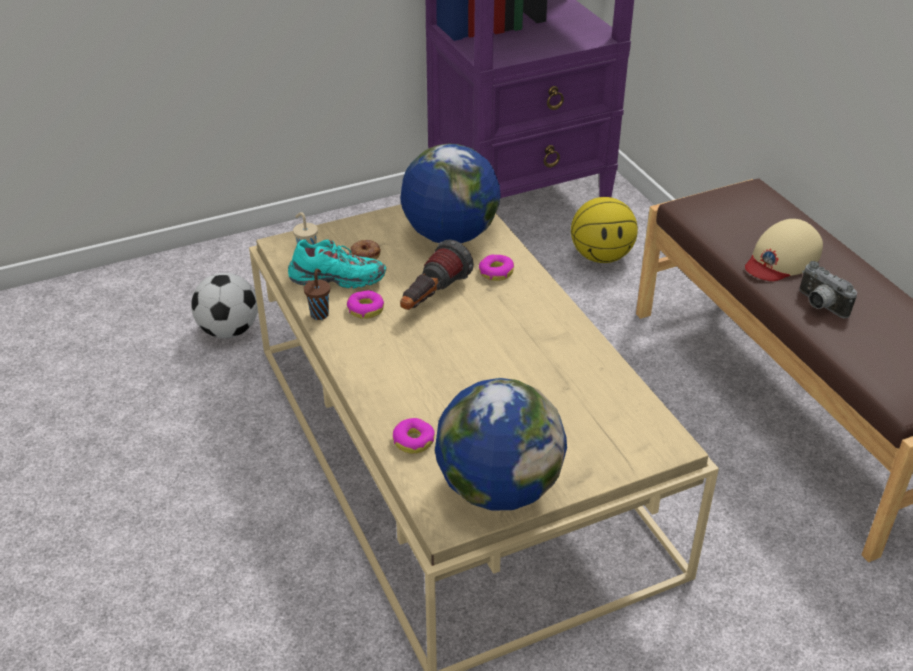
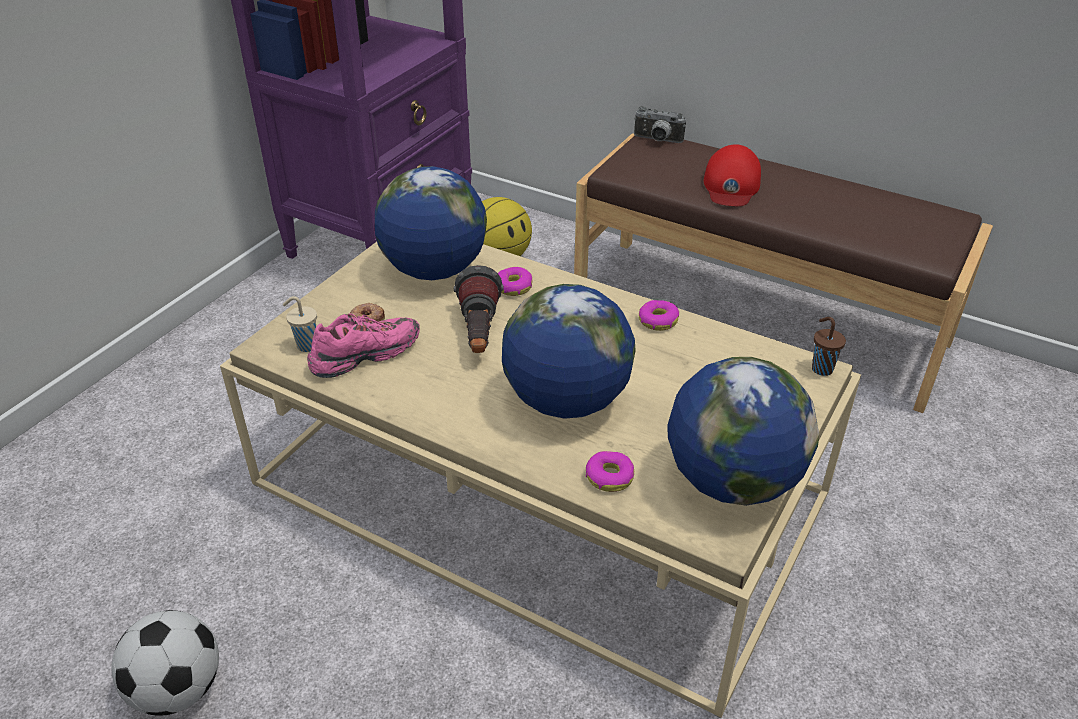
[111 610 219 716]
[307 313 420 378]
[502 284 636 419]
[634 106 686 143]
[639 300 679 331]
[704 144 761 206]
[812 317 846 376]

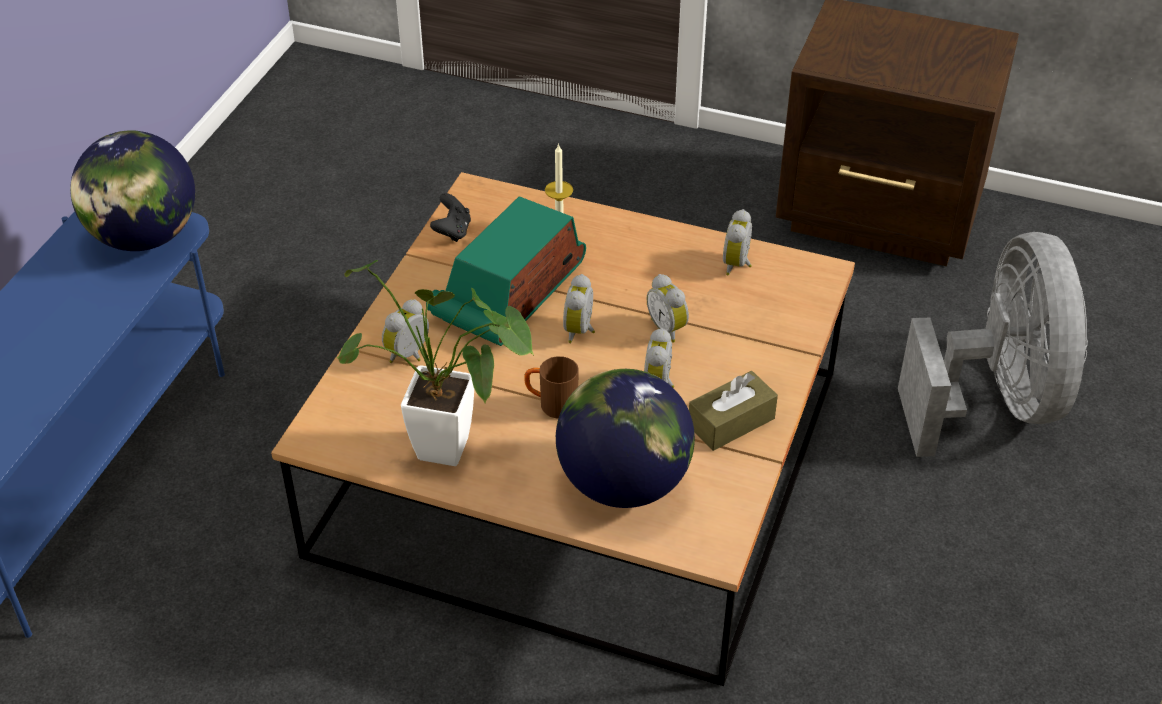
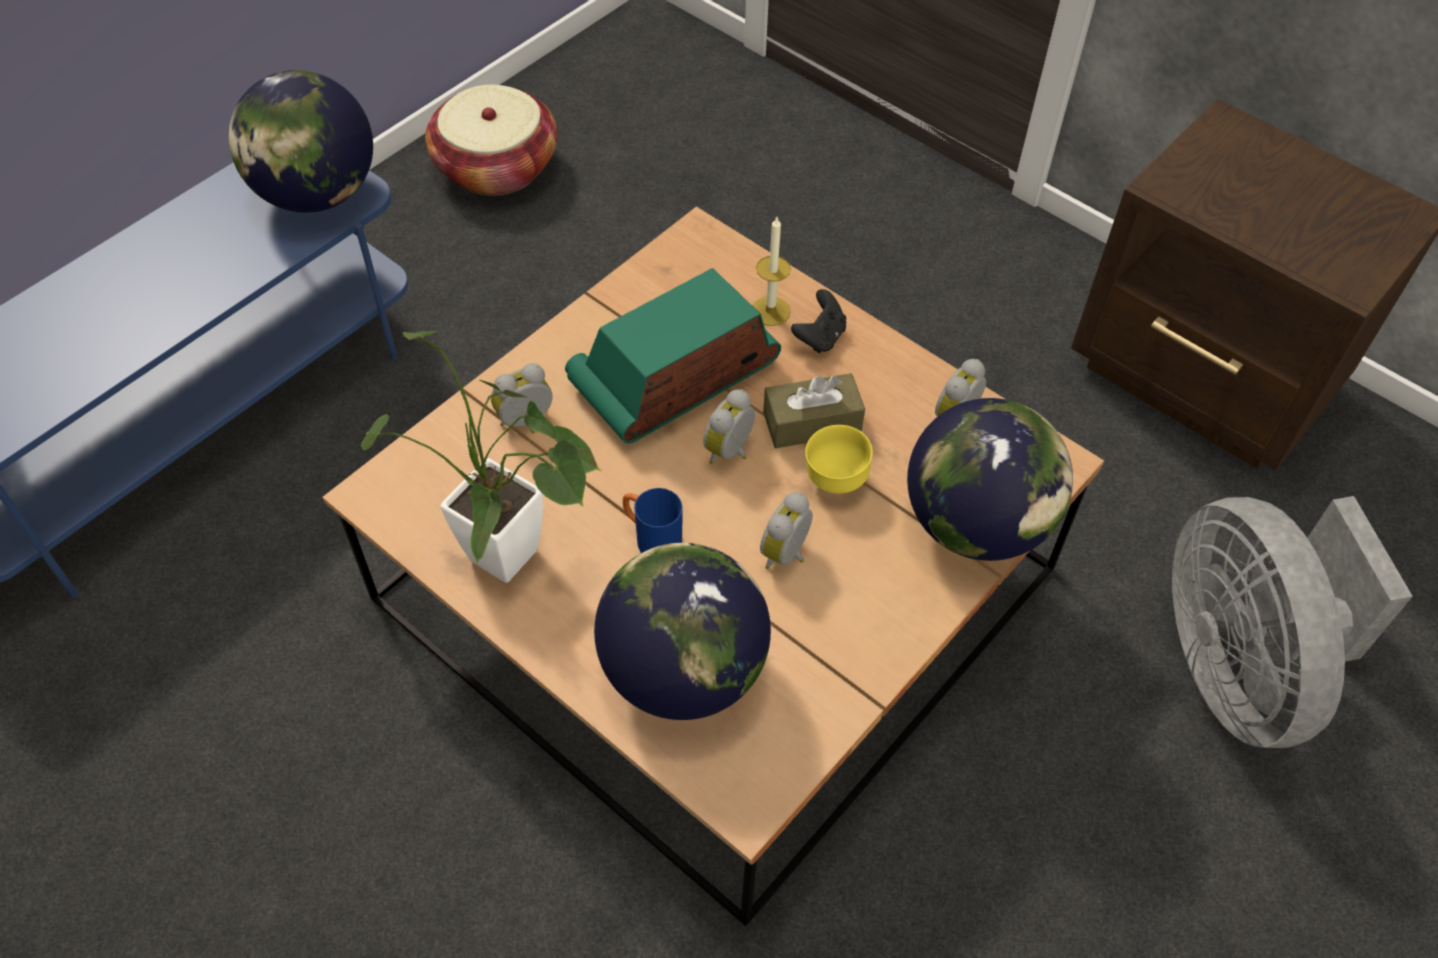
[425 85 558 196]
[623 488 683 553]
[763 373 865 448]
[791 289 846 353]
[805 425 873 494]
[907 398 1073 561]
[1172 496 1413 748]

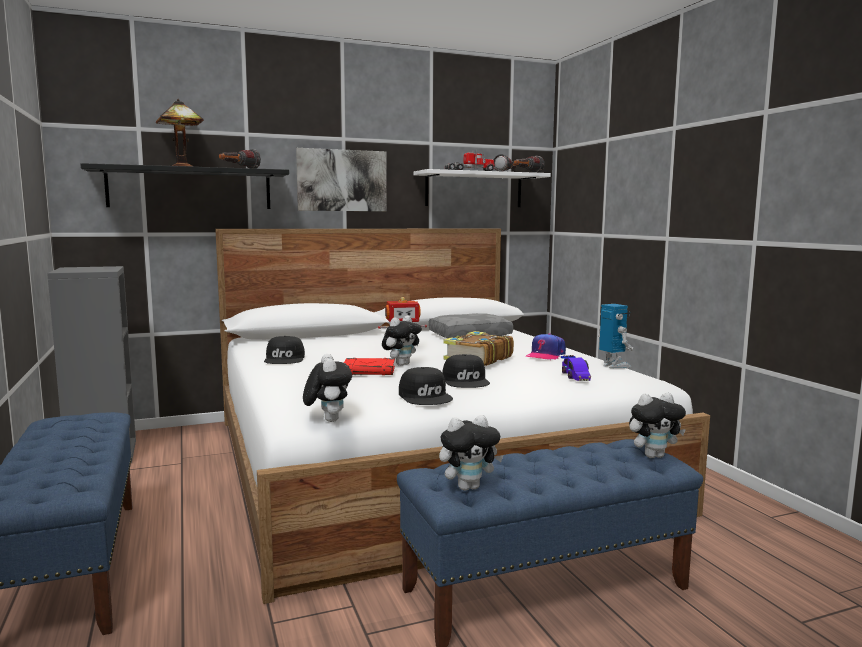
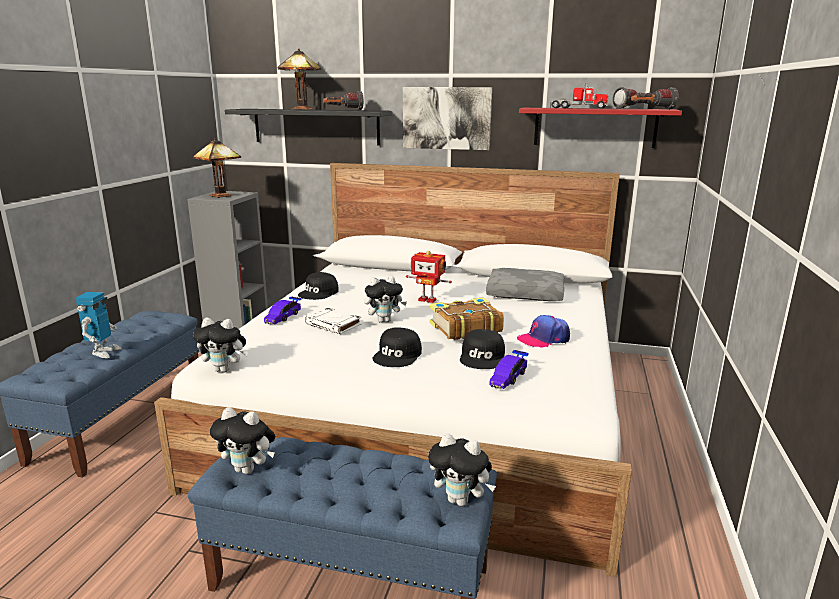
[75 292 122 358]
[193 138 241 198]
[193 318 248 372]
[264 297 302 324]
[305 308 361 334]
[460 329 505 369]
[519 108 682 148]

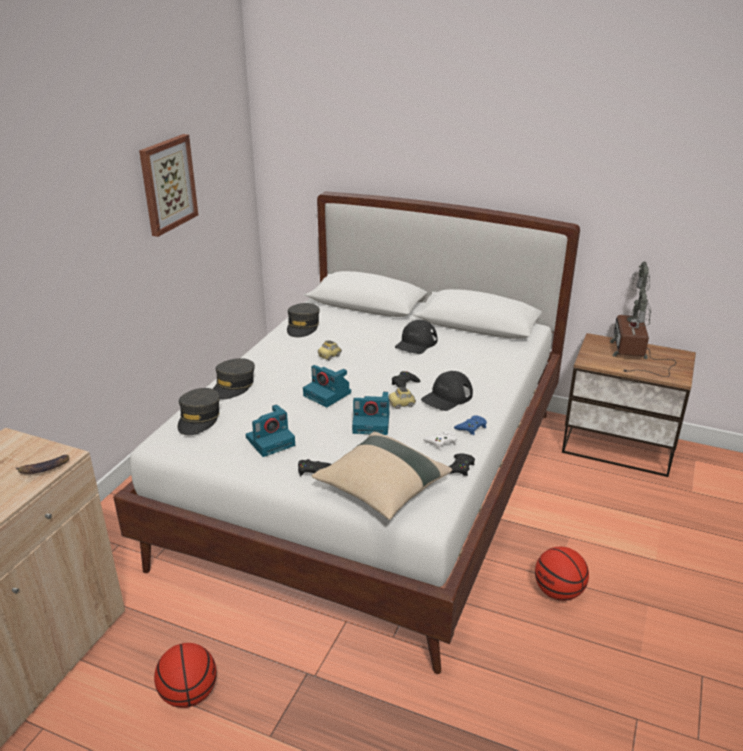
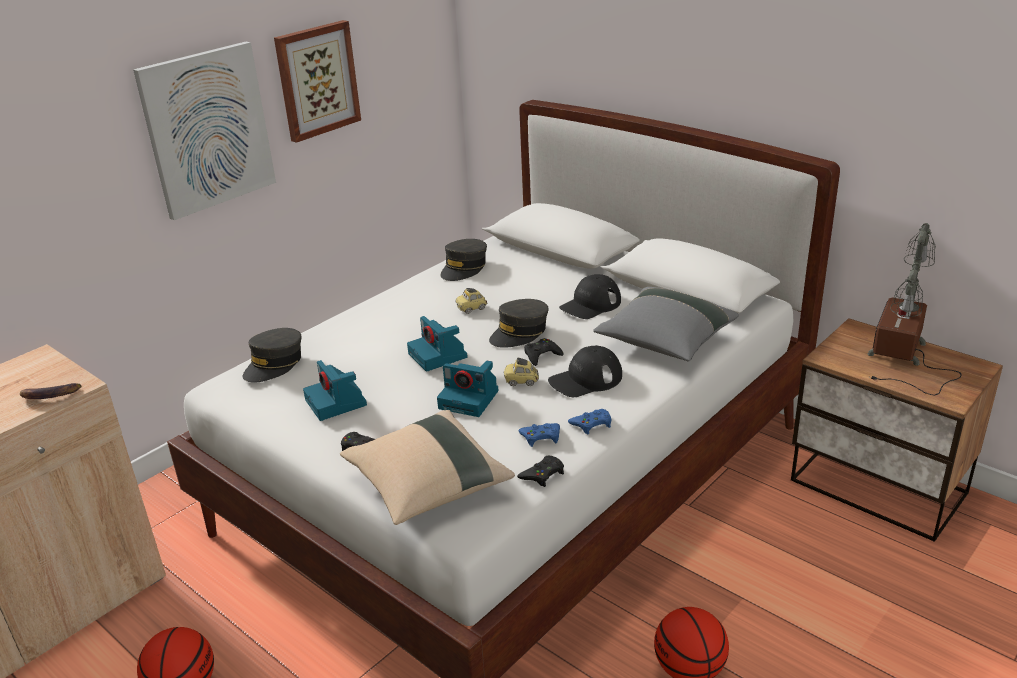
[133 42 276 220]
[303 360 367 421]
[489 299 549 348]
[519 423 560 447]
[593 287 739 362]

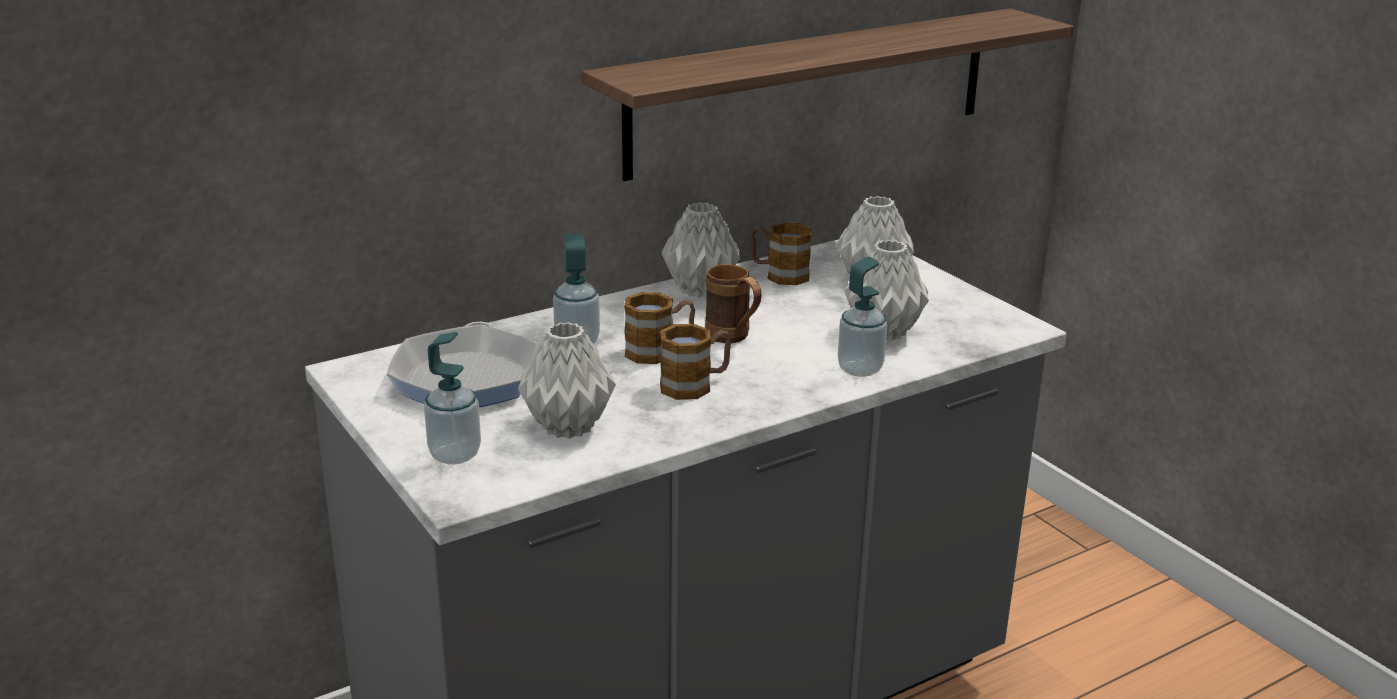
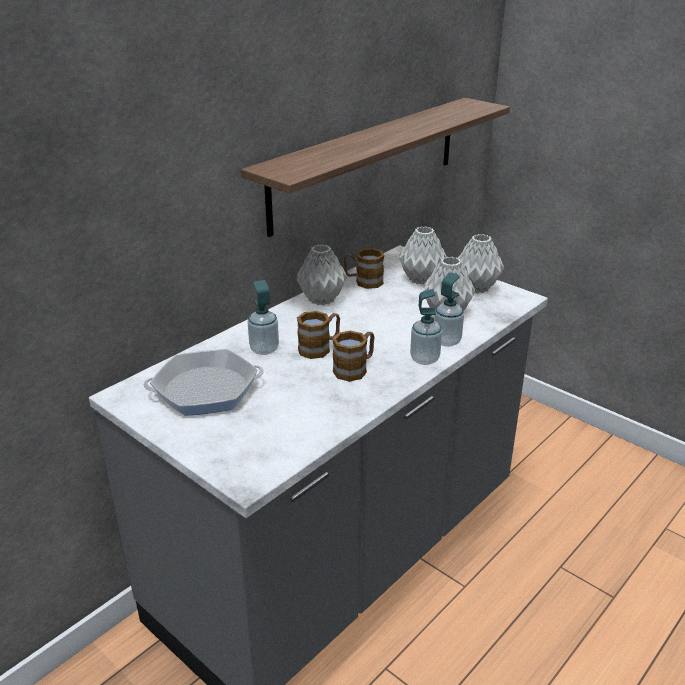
[143 349 264 416]
[410 289 442 365]
[457 234 504 294]
[705 264 762 343] (first image)

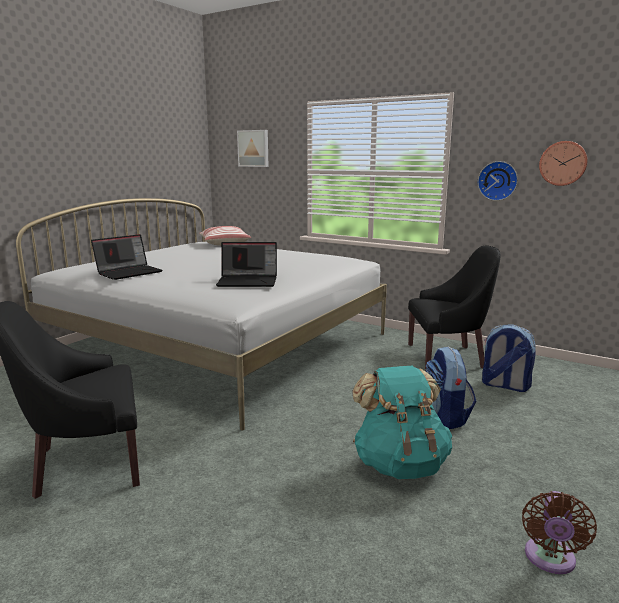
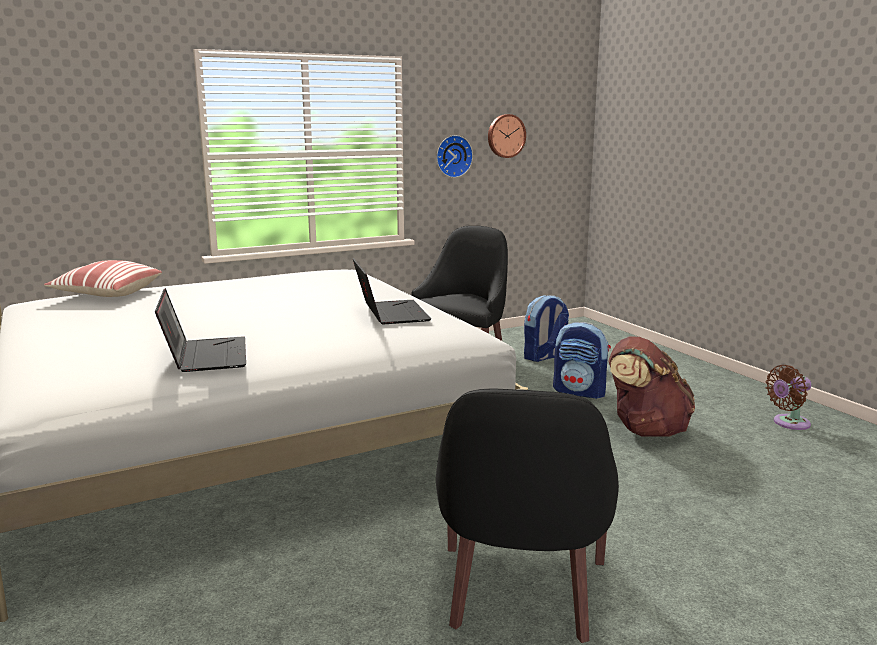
[353 258 431 324]
[608 336 695 436]
[766 365 812 430]
[237 130 269 167] (first image)

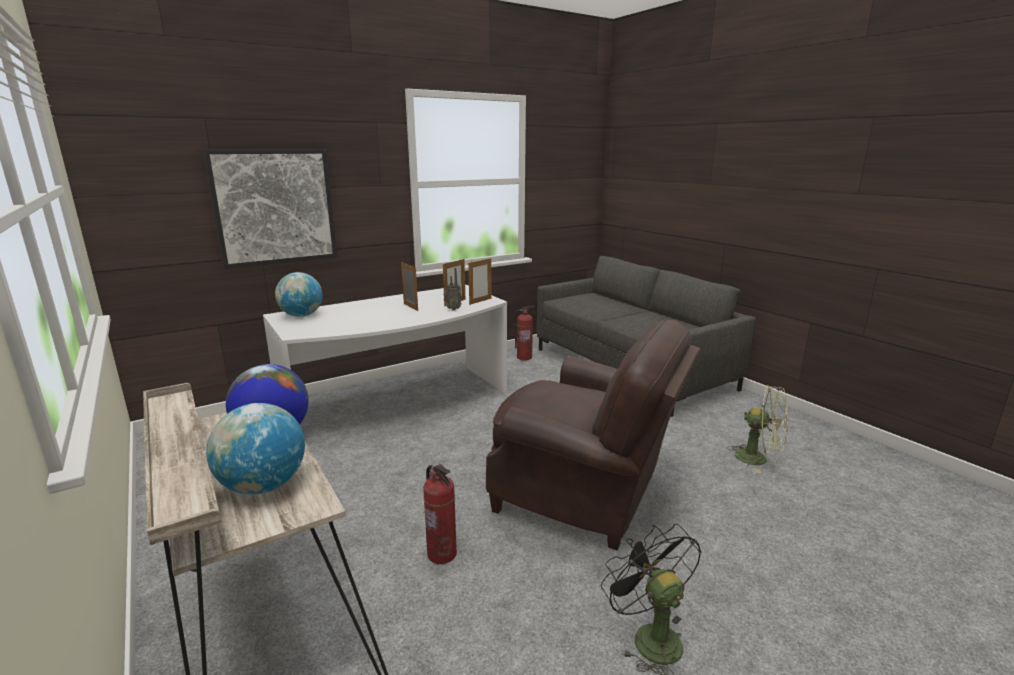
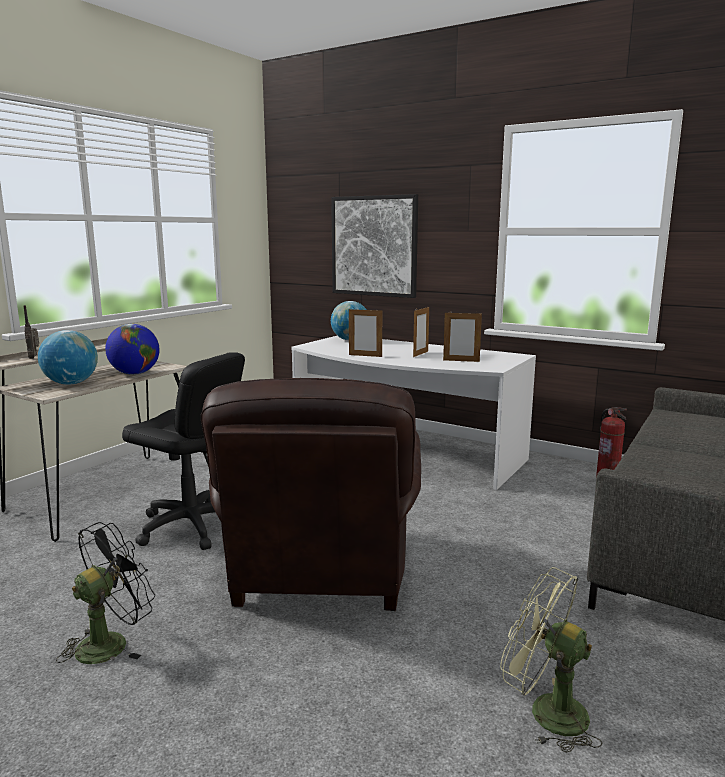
[23 305 39 359]
[122 352 245 550]
[349 309 382 357]
[500 567 602 753]

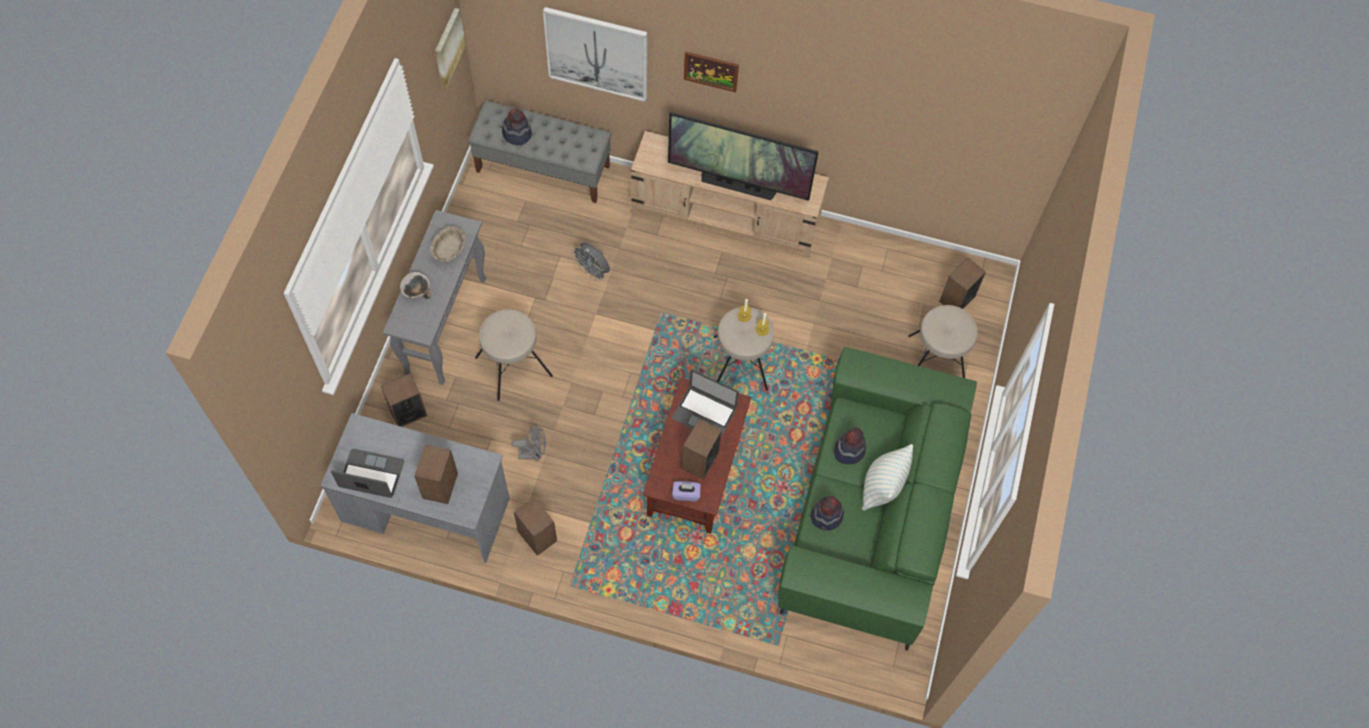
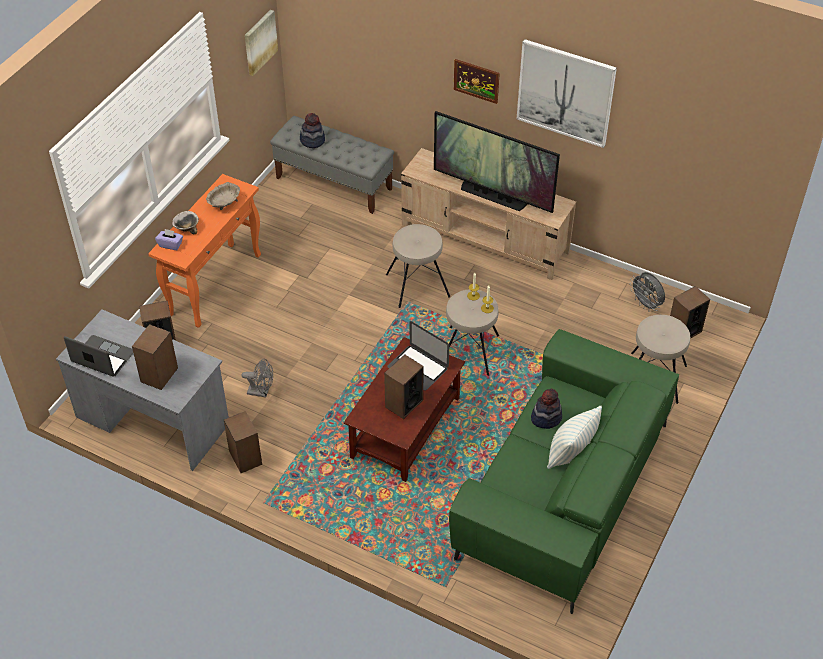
[148 174 261 328]
[155 229 183 250]
[386 224 450 308]
[517 39 617 148]
[630 272 665 312]
[810 496 844 530] (first image)

